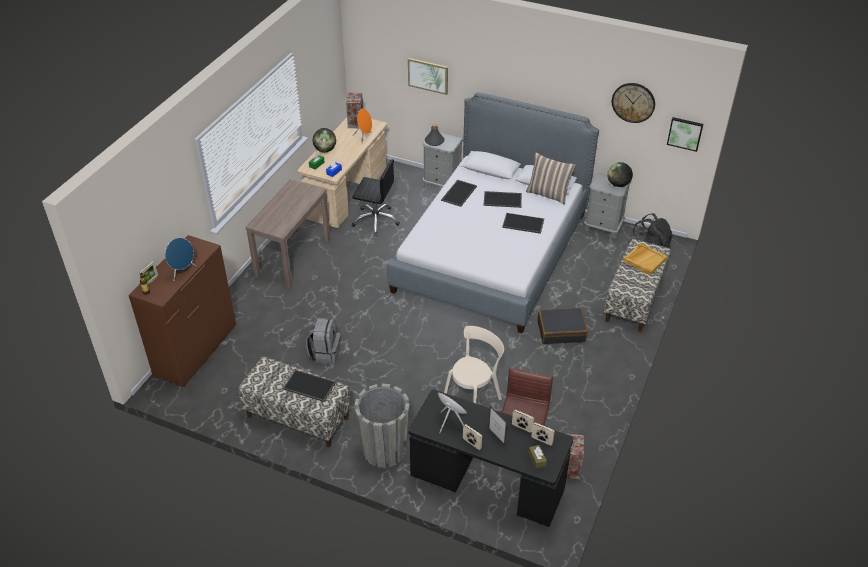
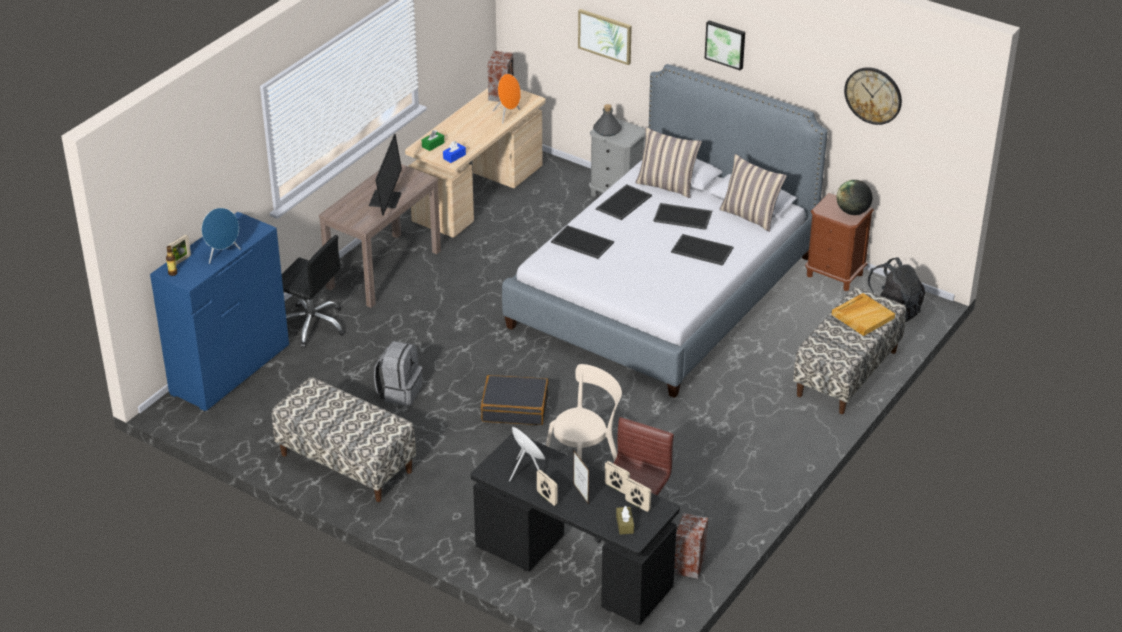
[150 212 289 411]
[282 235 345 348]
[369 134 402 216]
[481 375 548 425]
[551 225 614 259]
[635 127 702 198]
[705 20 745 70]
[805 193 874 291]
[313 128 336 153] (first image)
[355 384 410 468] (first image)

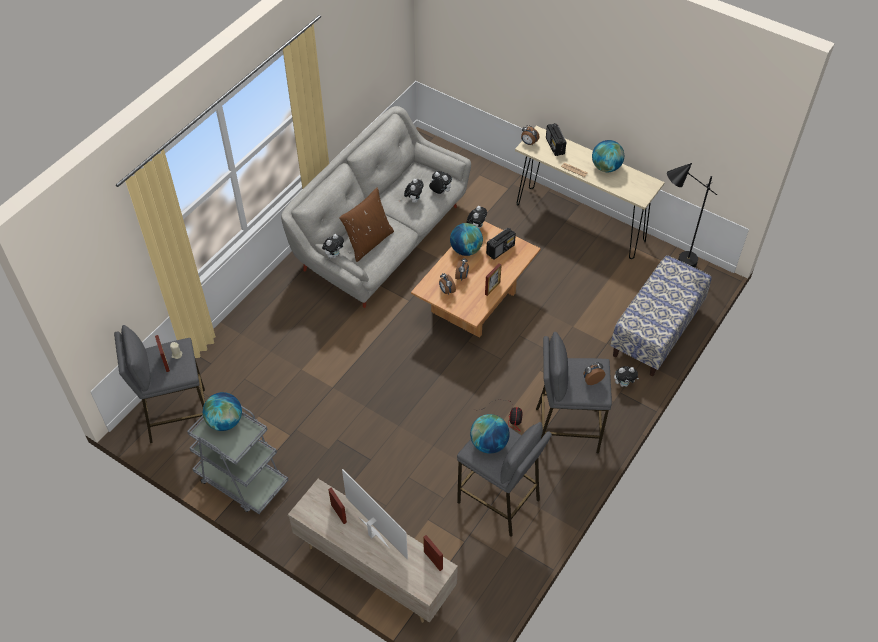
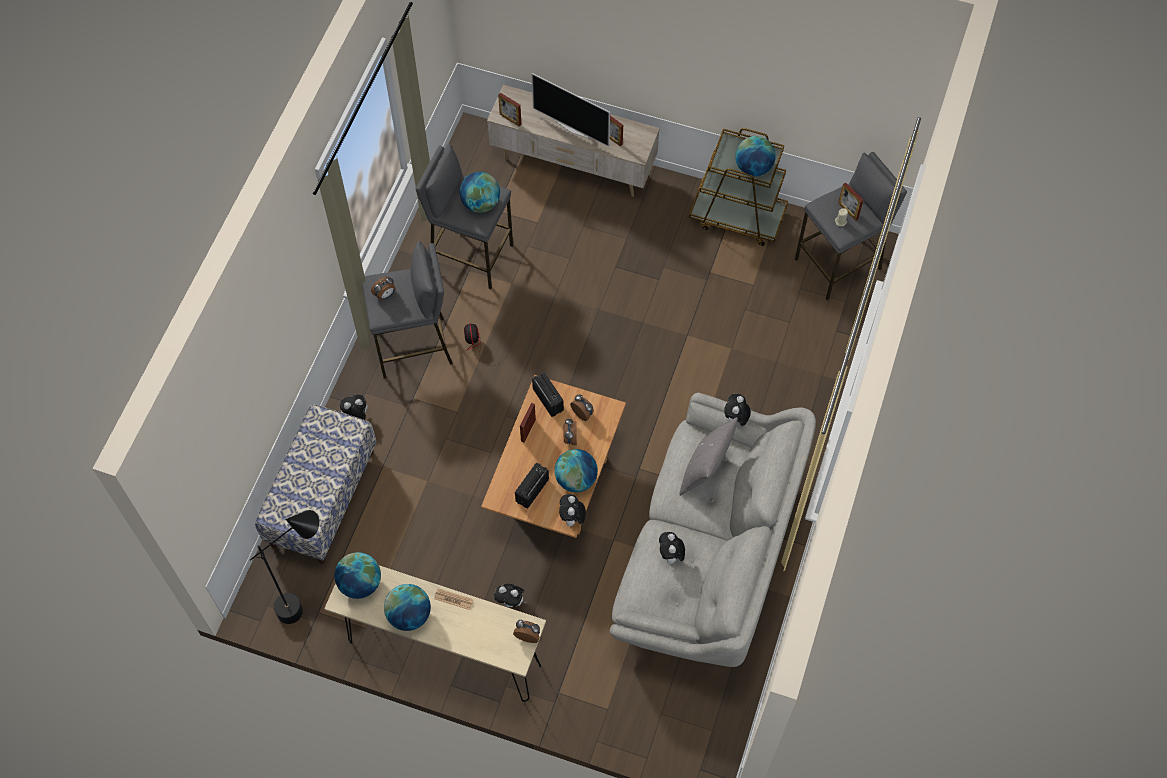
[334 552 381 599]
[494 584 526 607]
[532 372 564 417]
[679 418 738 496]
[689 128 788 246]

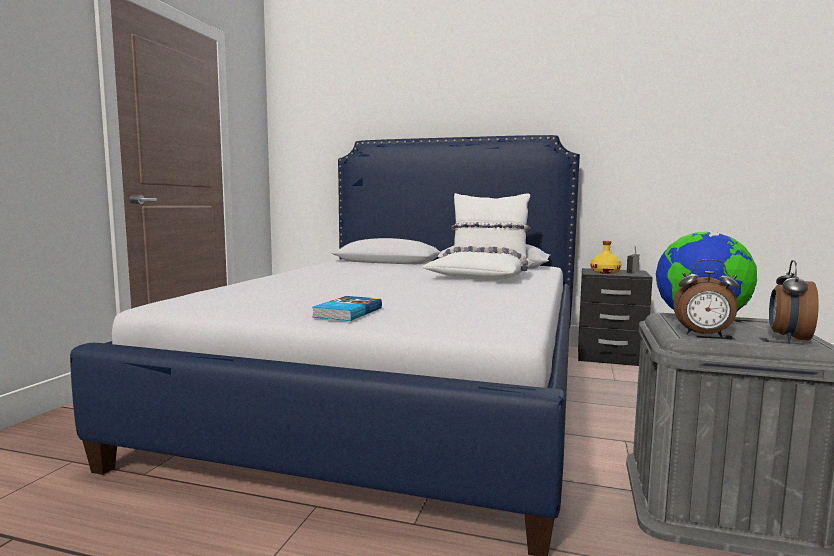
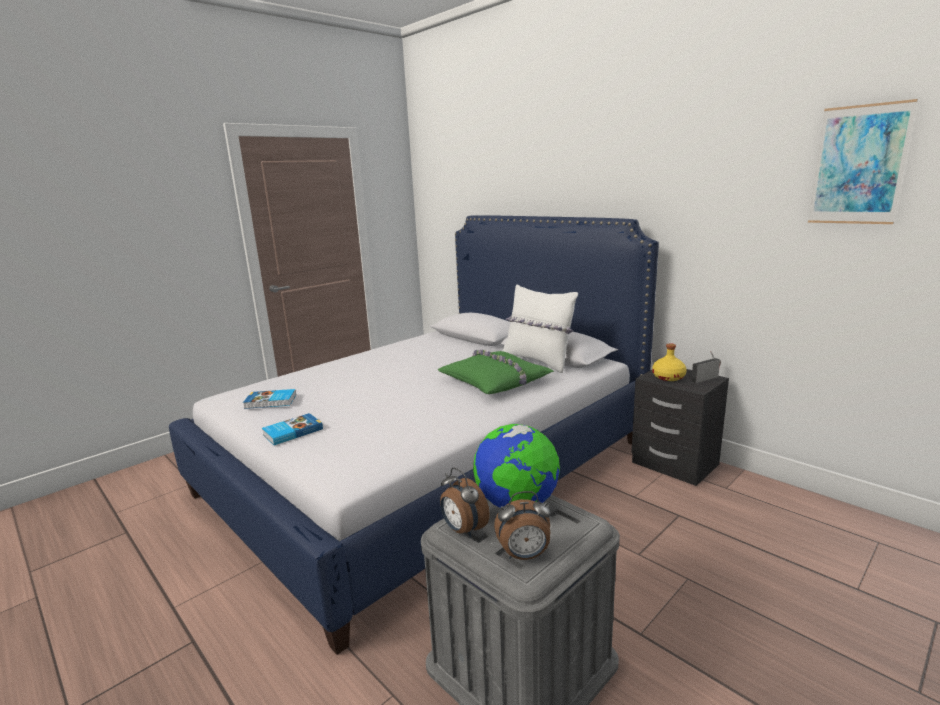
[243 389 296 409]
[437 349 554 394]
[494 491 551 560]
[808 99 918 224]

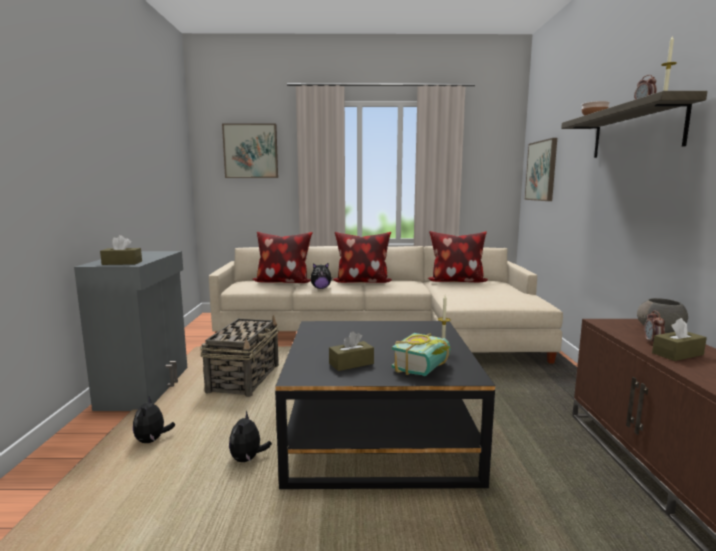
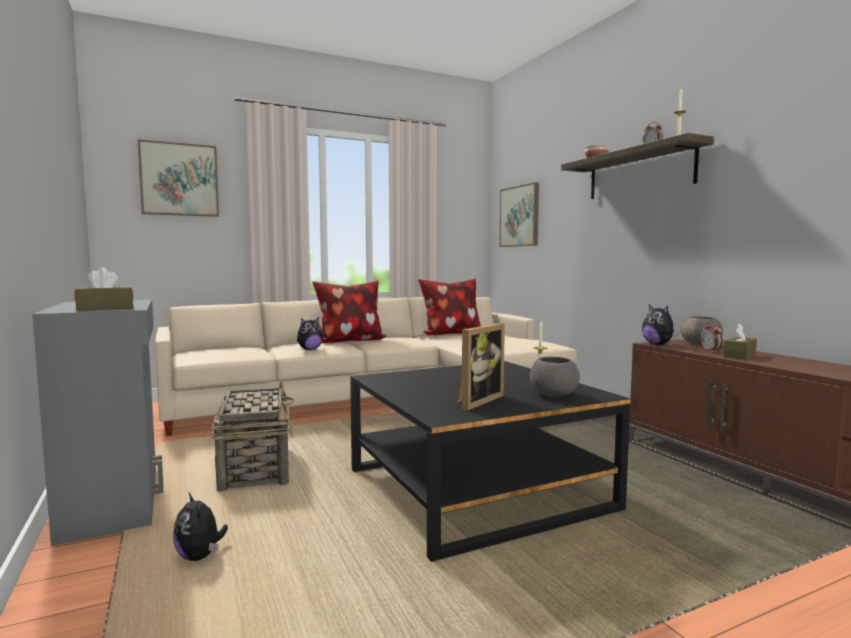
[456 323 505 410]
[530 357 580 397]
[642 305 680 345]
[253 232 313 283] (first image)

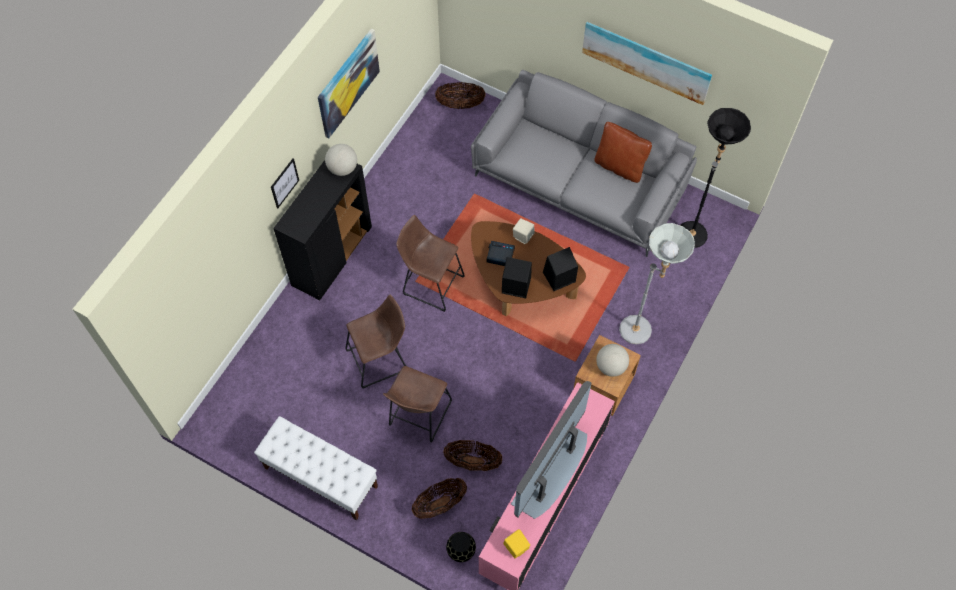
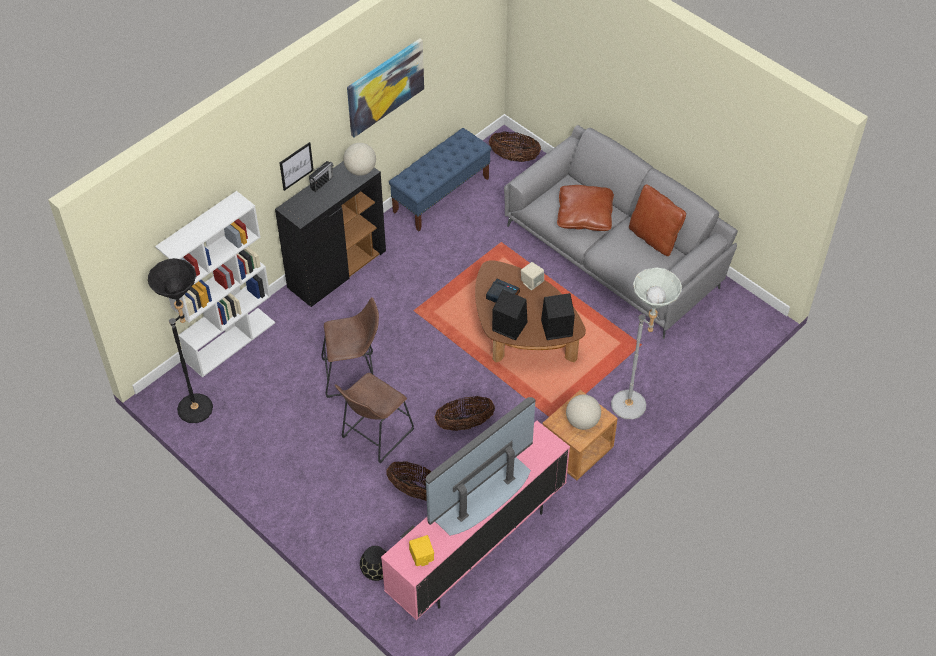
[148 258 213 423]
[155 191 275 377]
[309 161 334 192]
[389 128 492 231]
[434 396 495 431]
[557 185 614 231]
[254 416 378 520] (first image)
[396 215 464 312] (first image)
[582 22 712 105] (first image)

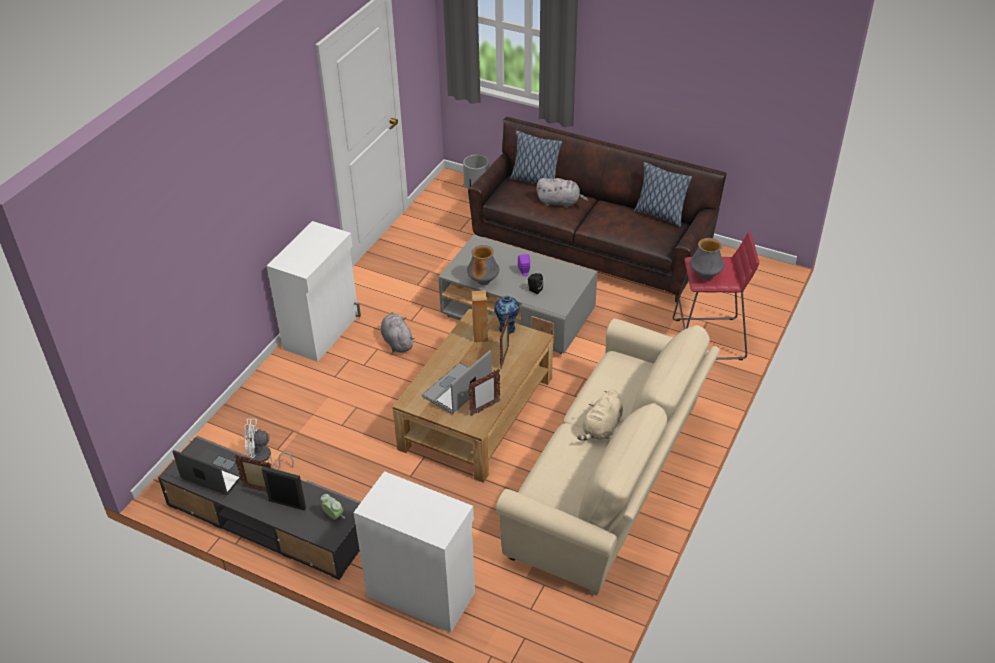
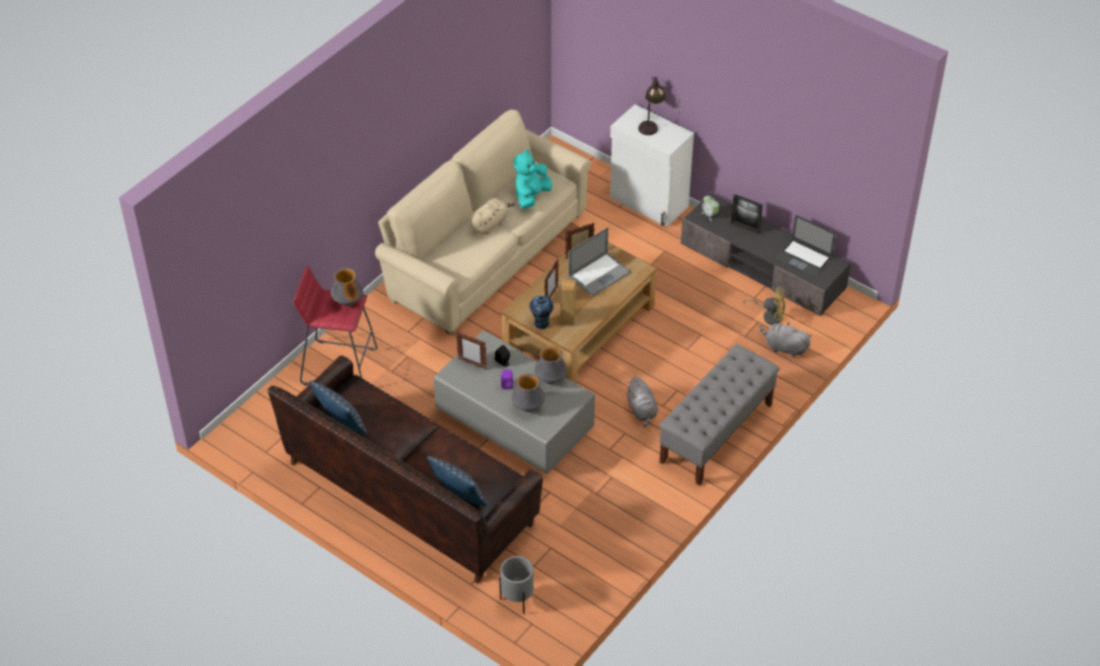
[456 332 487 370]
[511 374 545 412]
[514 149 552 209]
[638 77 665 135]
[659 344 780 486]
[743 287 785 325]
[760 322 812 357]

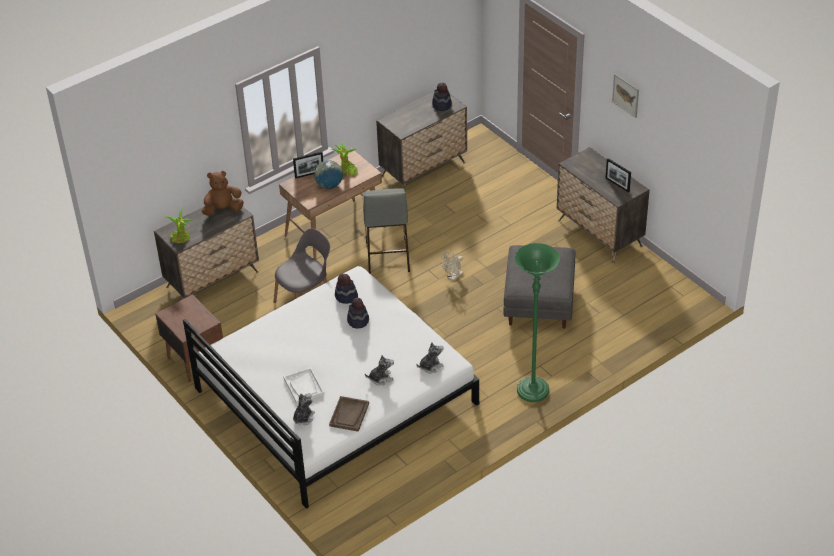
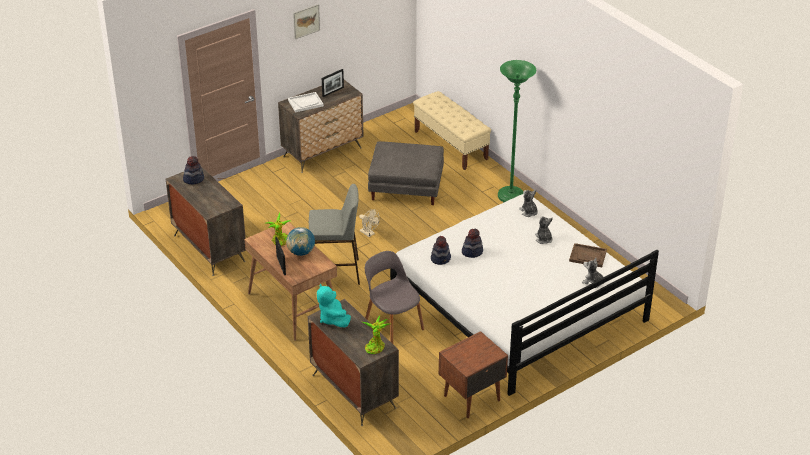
[288 92 324 112]
[317 283 351 327]
[413 91 491 170]

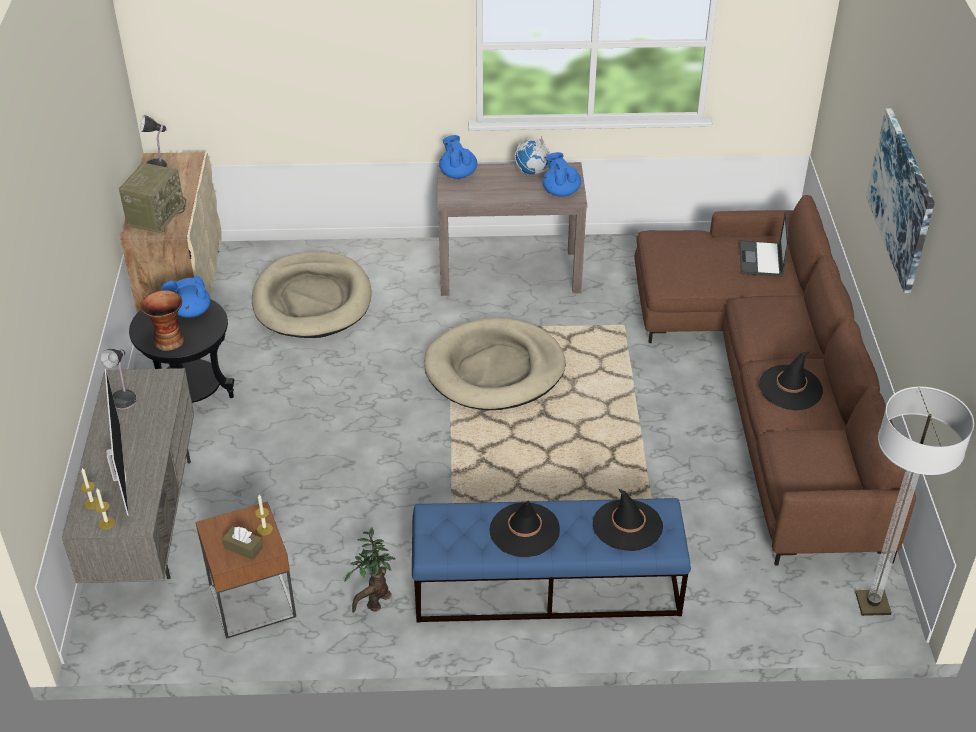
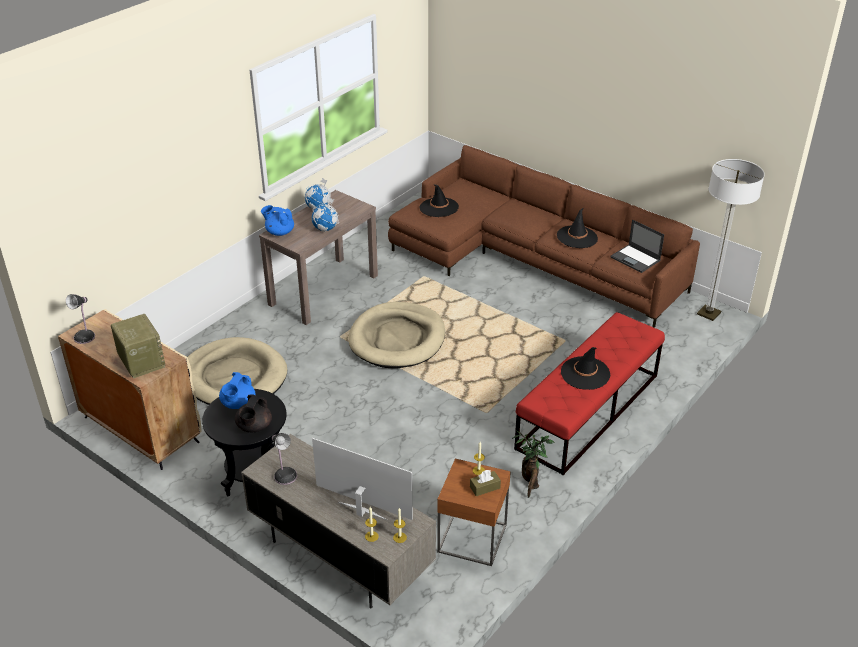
[235 394 272 432]
[312 197 339 232]
[420 184 459 217]
[514 312 665 475]
[610 219 664 273]
[542 152 581 197] (first image)
[866 108 935 293] (first image)

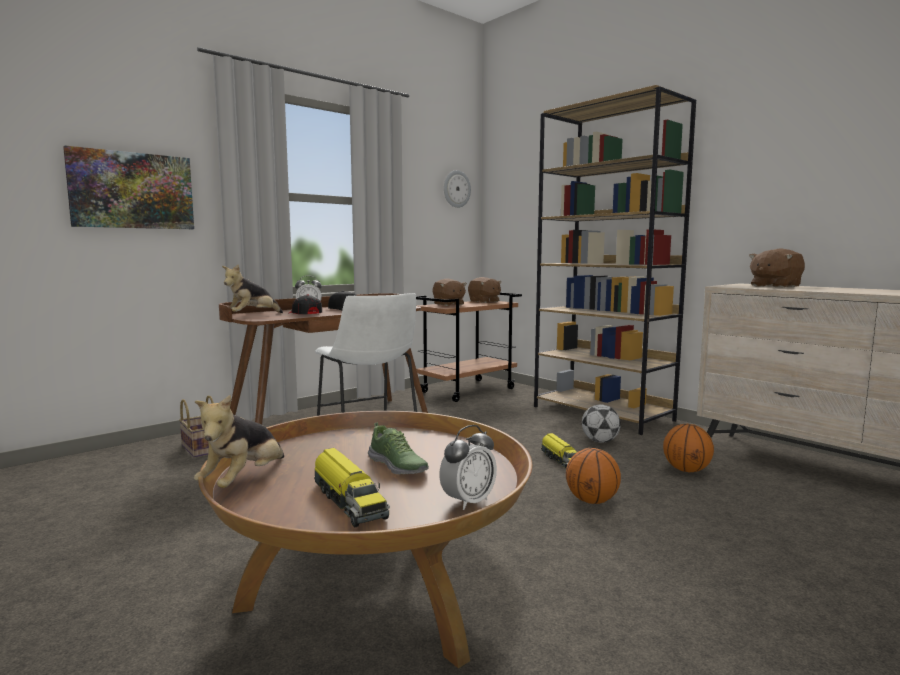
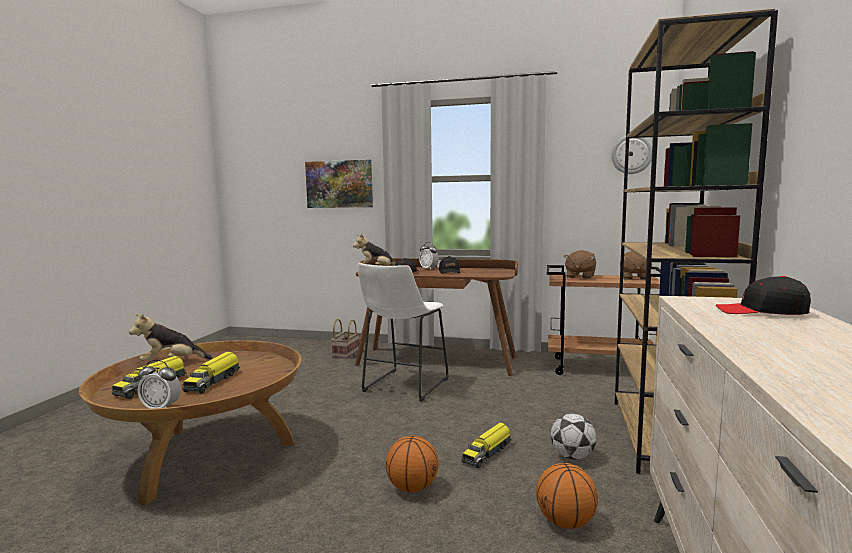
[182 352 240 393]
[716 276 811 315]

